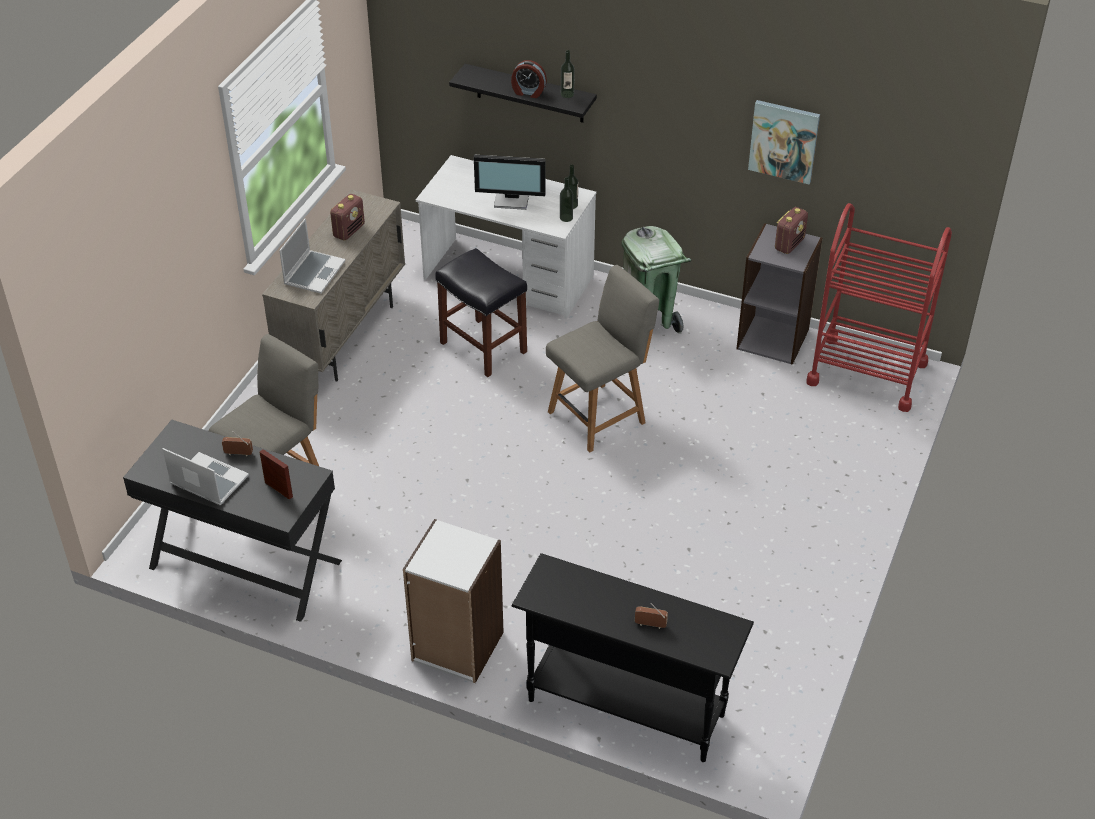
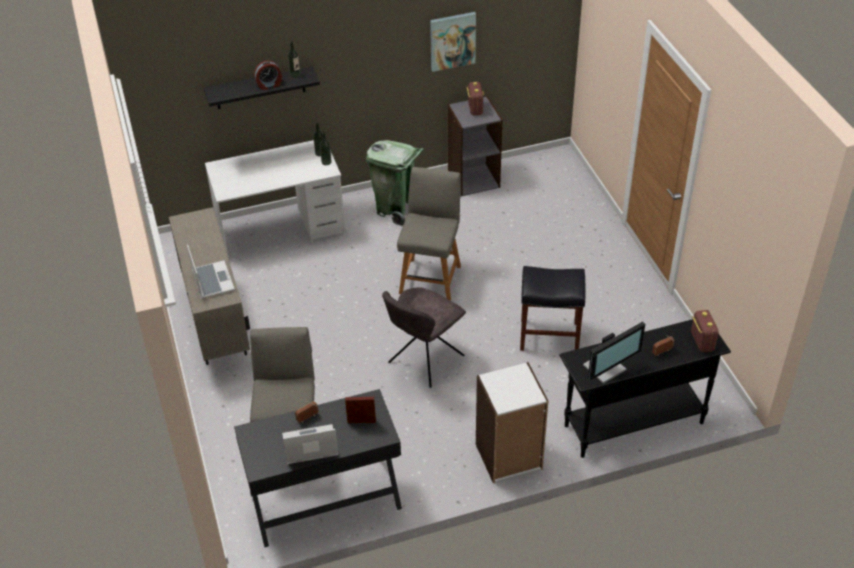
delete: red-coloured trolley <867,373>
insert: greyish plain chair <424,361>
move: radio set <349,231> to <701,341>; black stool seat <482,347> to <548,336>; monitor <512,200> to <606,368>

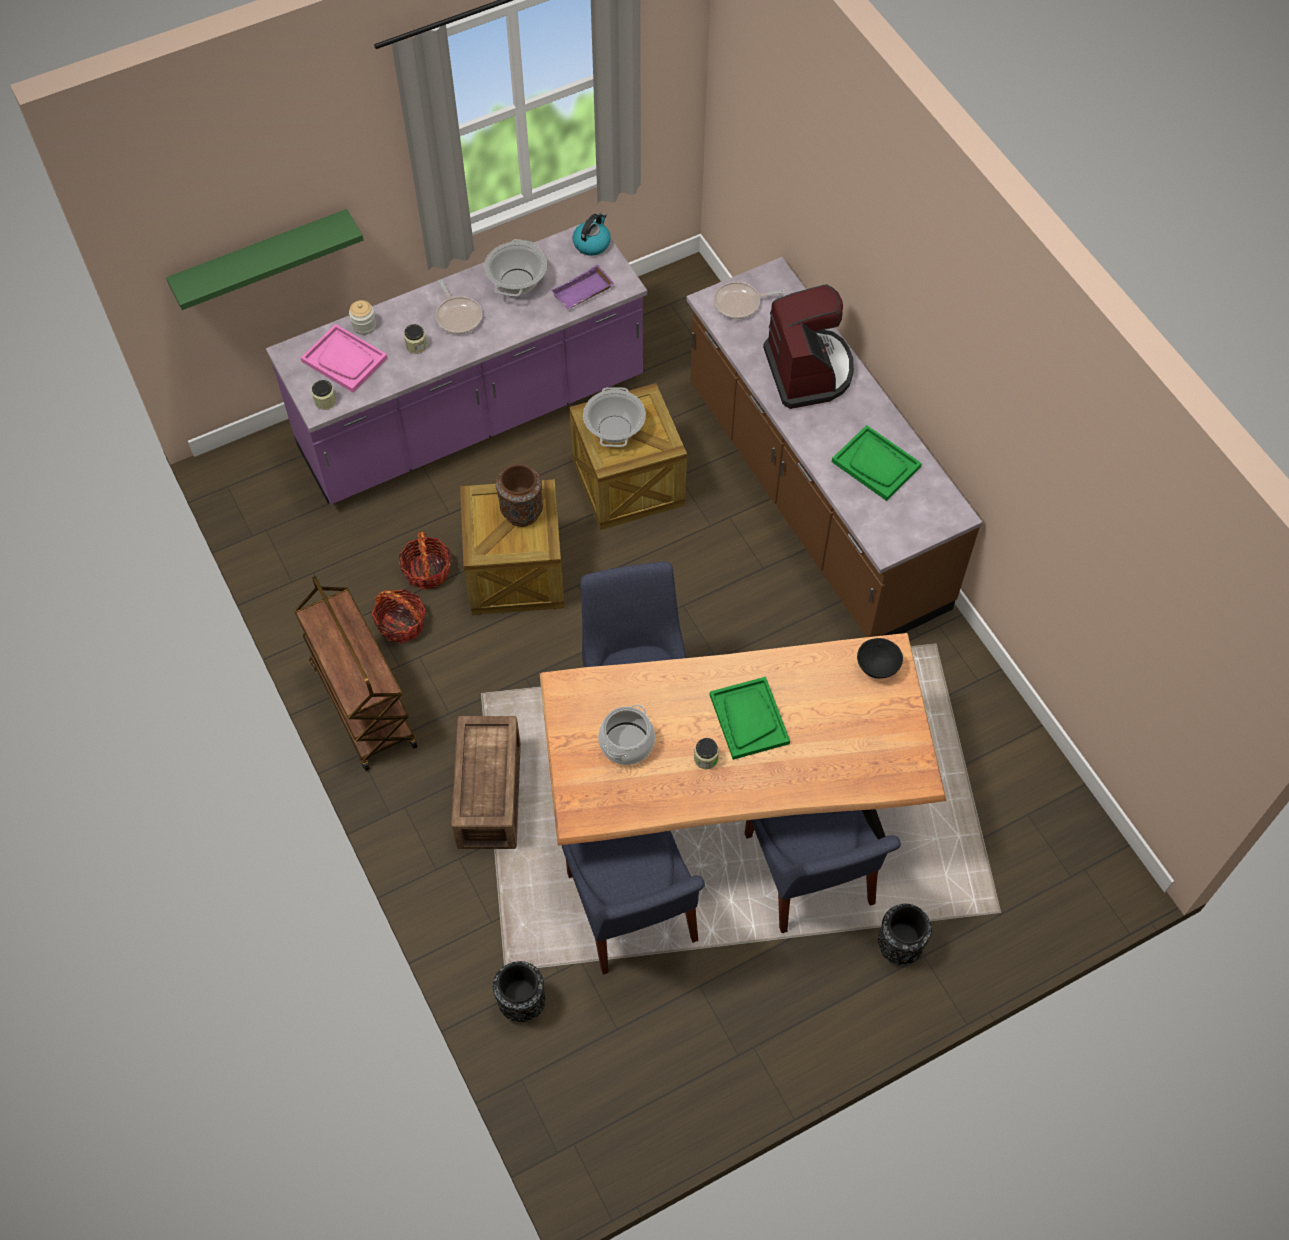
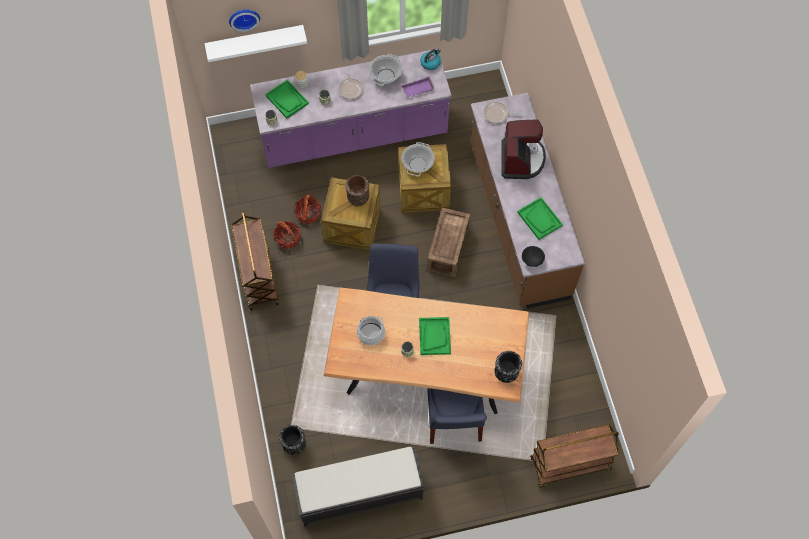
delete: blue-coloured plain chair <633,914>
insert: clock on the wall <244,17>; black indoor bench <358,493>; brown-coloured trolley <569,465>
move: shipping crate <487,796> to <447,249>; black serving bowl <877,666> to <532,260>; black decorative vase <899,945> to <506,372>
recolor: green-coloured bracket shelf <262,258> to white bracket shelf <255,41>; pink-coloured serving tray <345,360> to green-coloured serving tray <287,100>

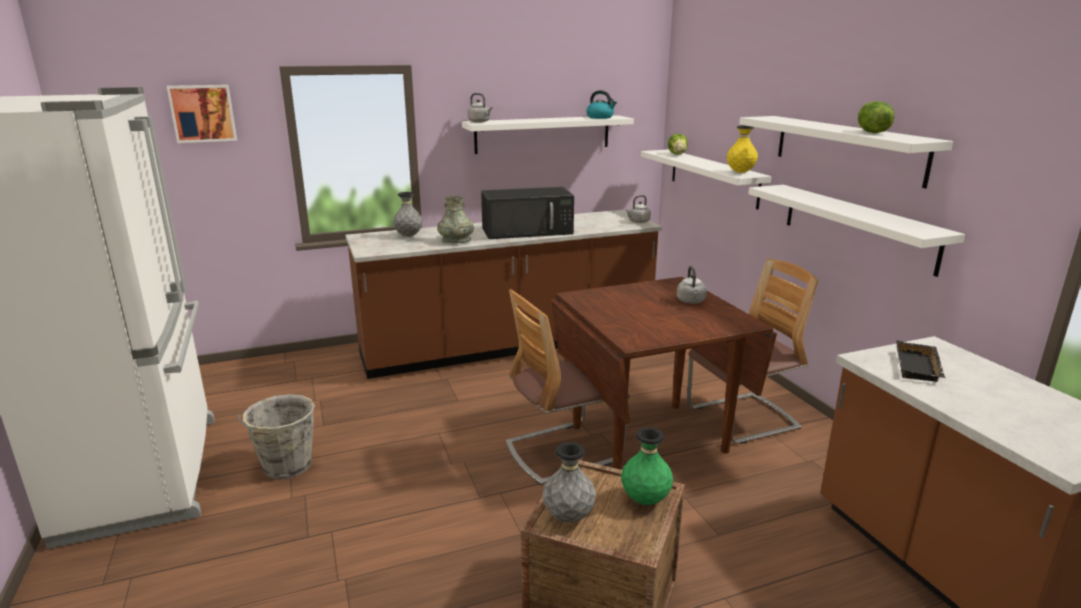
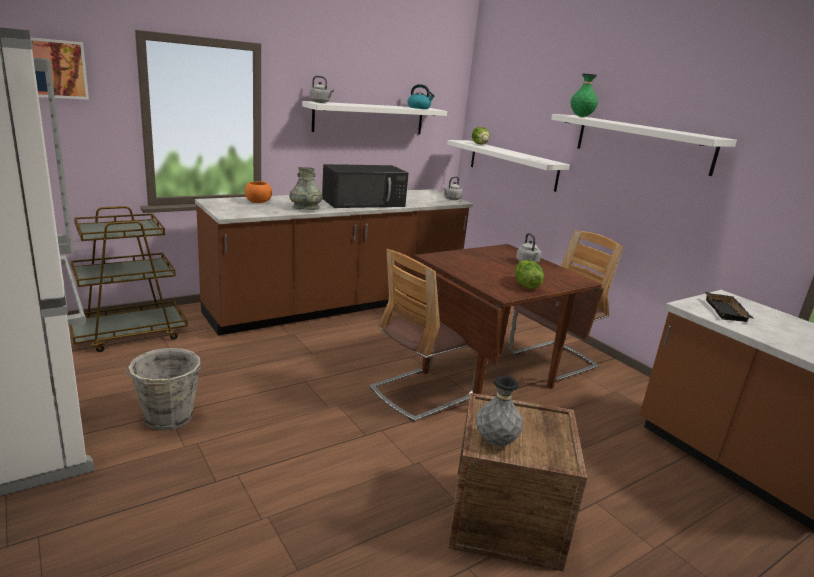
delete: yellow decorative vase <740,172>; white bracket shelf <857,226>
insert: brown-coloured trolley <130,334>
move: green-coloured decorative vase <645,500> to <581,116>; lettuce head <871,132> to <525,285>
replace: greyish decorative vase <408,236> to orange serving bowl <258,202>

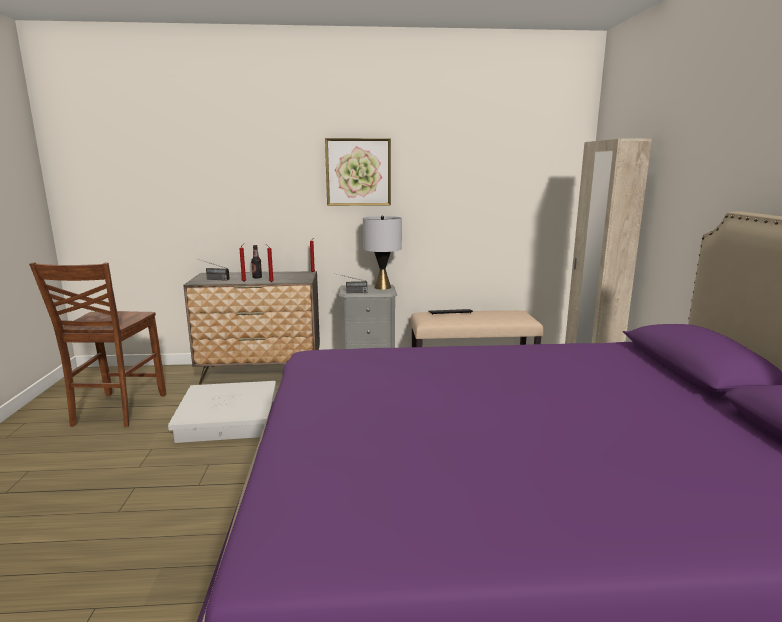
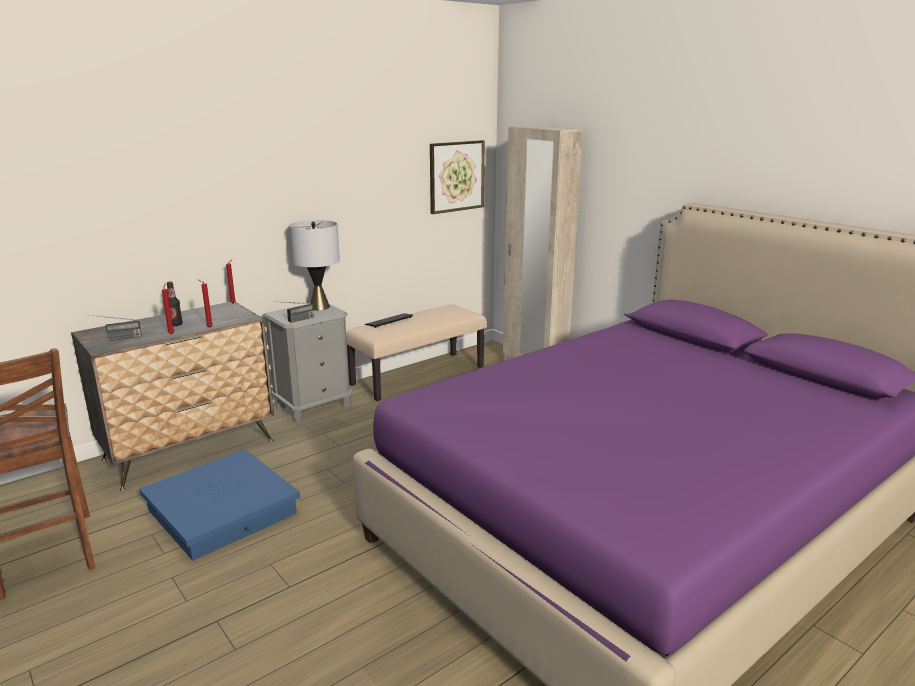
move: wall art <358,172> to <456,176>
recolor: white storage box <229,418> to blue-coloured storage box <223,511>

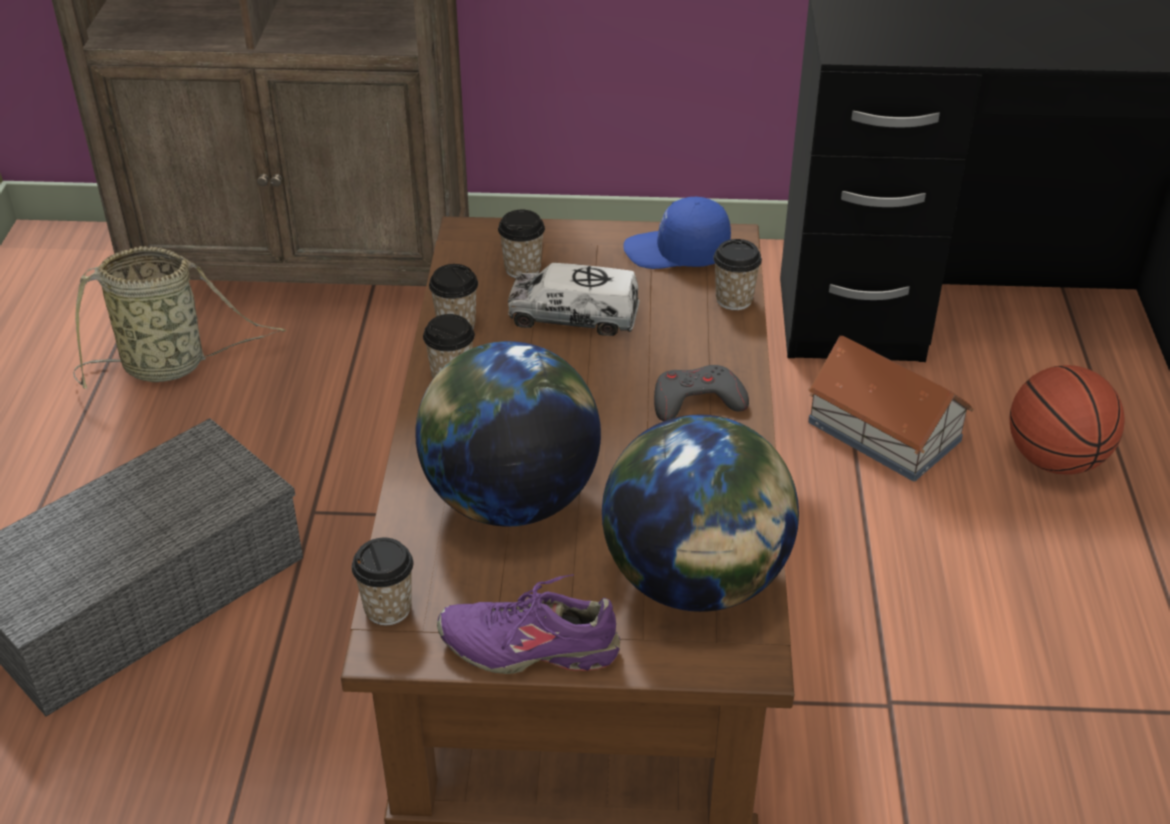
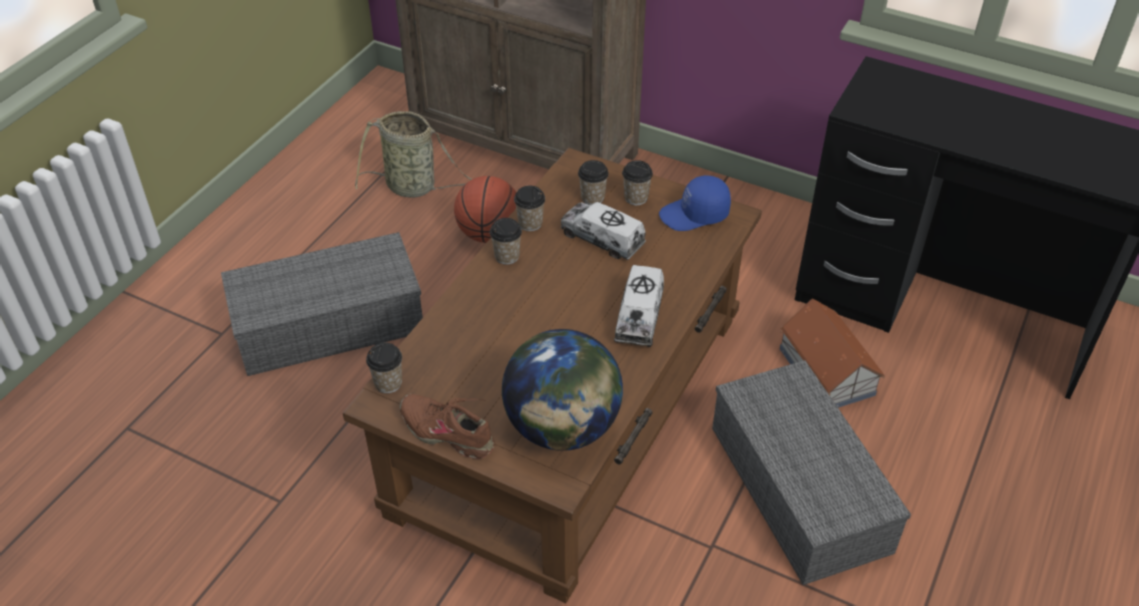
delete: world globe <510,499>
insert: greyish storage box <802,490>
move: cup <734,300> to <636,198>; basketball <1054,460> to <489,234>
replace: greyish joypad <696,400> to toy truck <639,317>
recolor: purple-coloured item of footwear <530,646> to brown-coloured item of footwear <448,432>
rotate: blue-coloured baseball cap <677,253> = <694,215> 45 degrees counterclockwise

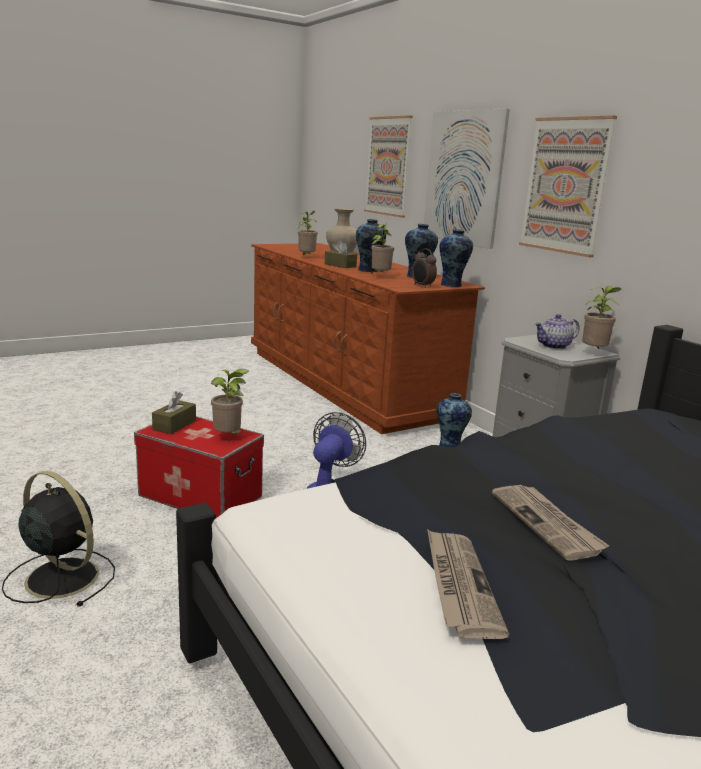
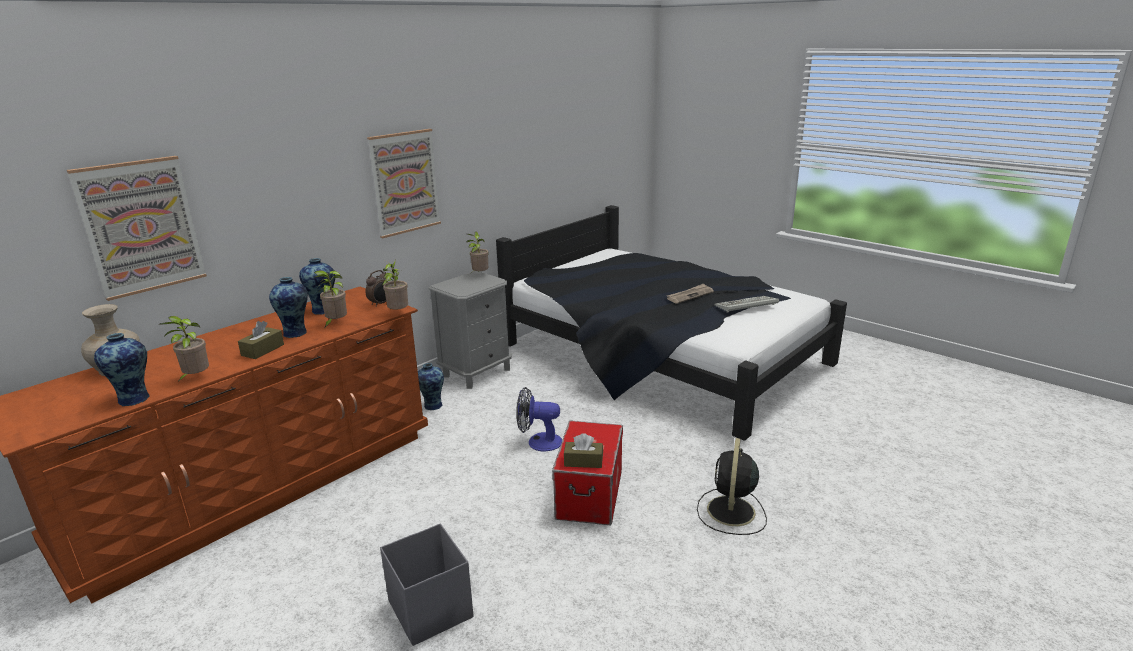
delete: wall art <463,178>; tea pot <554,346>
insert: greyish storage box <430,608>
move: plant in a pot <229,437> to <398,313>; decorative vase <452,285> to <134,398>
replace: printed paper <459,584> to computer keyboard <745,306>

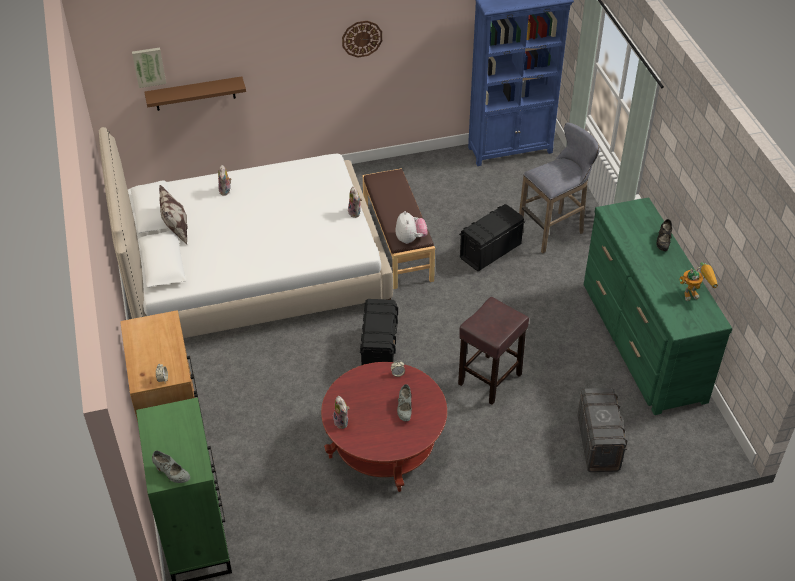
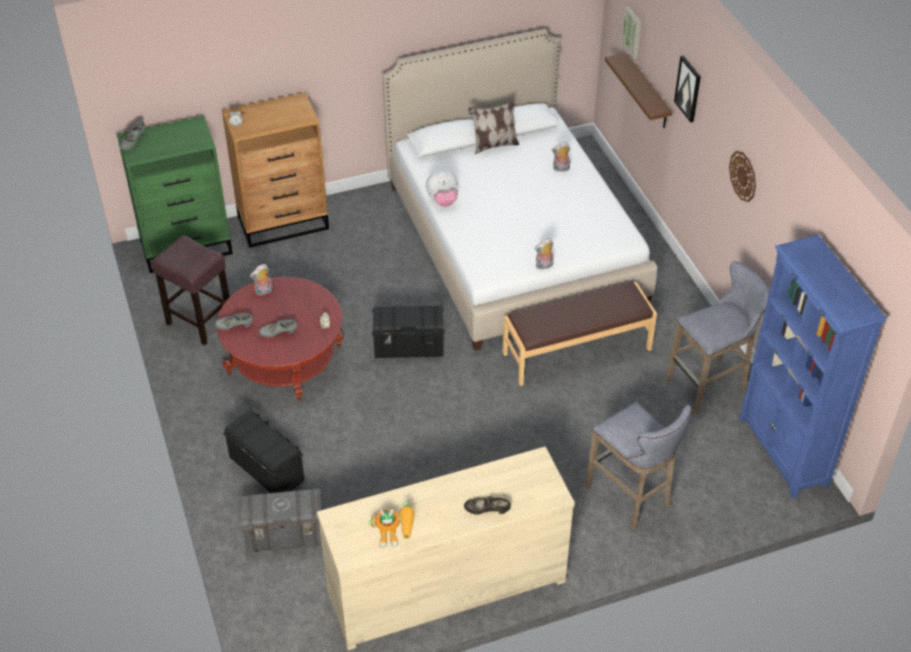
insert: greyish item of footwear <234,327>; greyish stool seat <710,384>; wall art <688,88>
move: cuddly toy <410,239> to <443,201>; brown-coloured stool seat <489,380> to <198,321>; black storage box <490,251> to <267,469>
recolor: green-coloured drawer chest <642,340> to beige-coloured drawer chest <445,585>
rotate: robot figure <695,293> = <396,538> 75 degrees counterclockwise

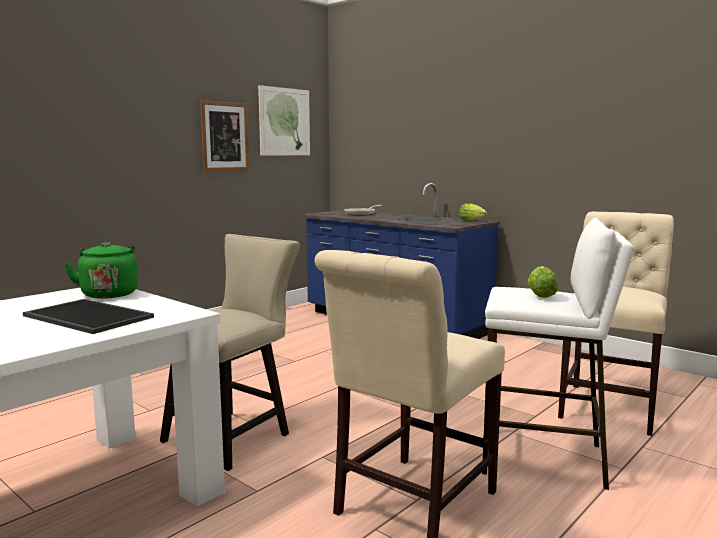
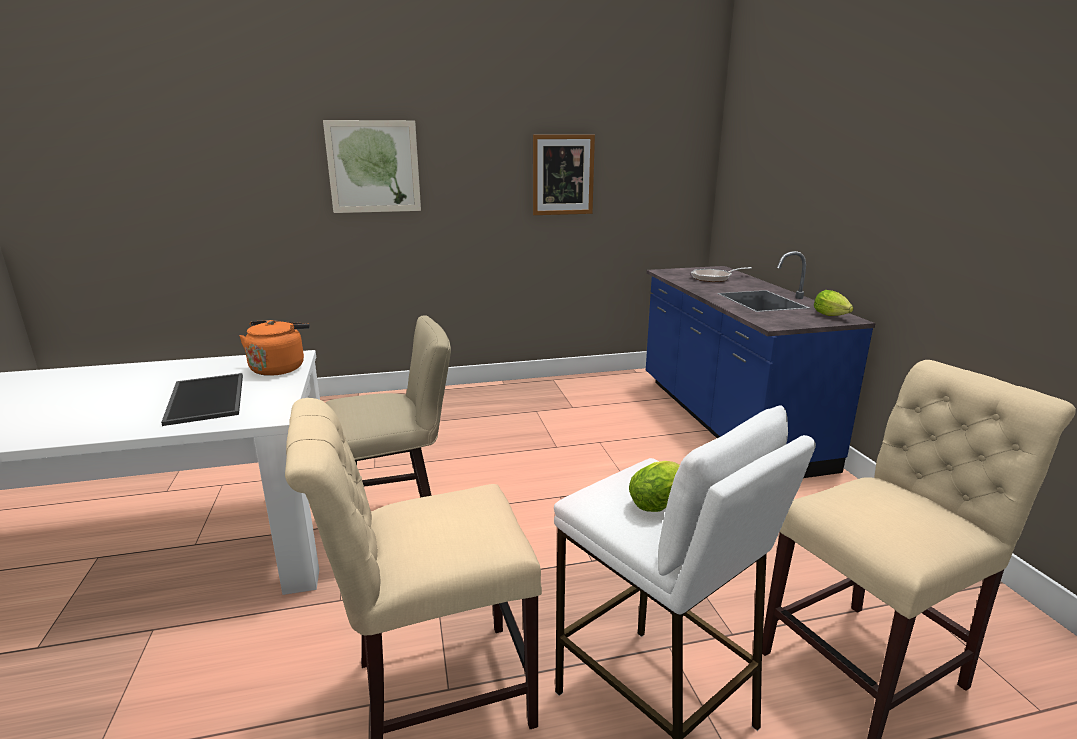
move: wall art <284,122> to <373,167>
recolor: green-coloured kettle <109,294> to orange kettle <279,368>

